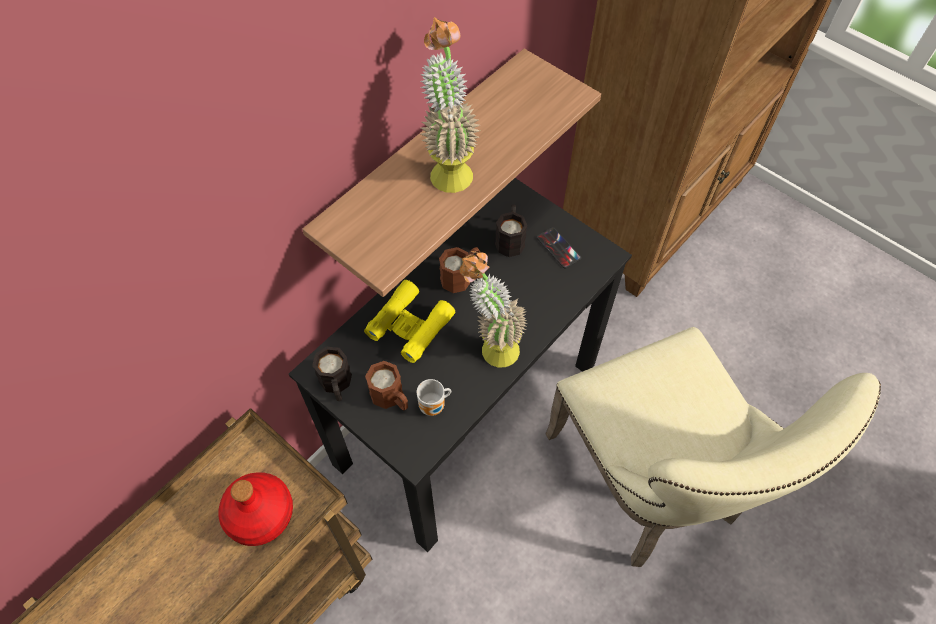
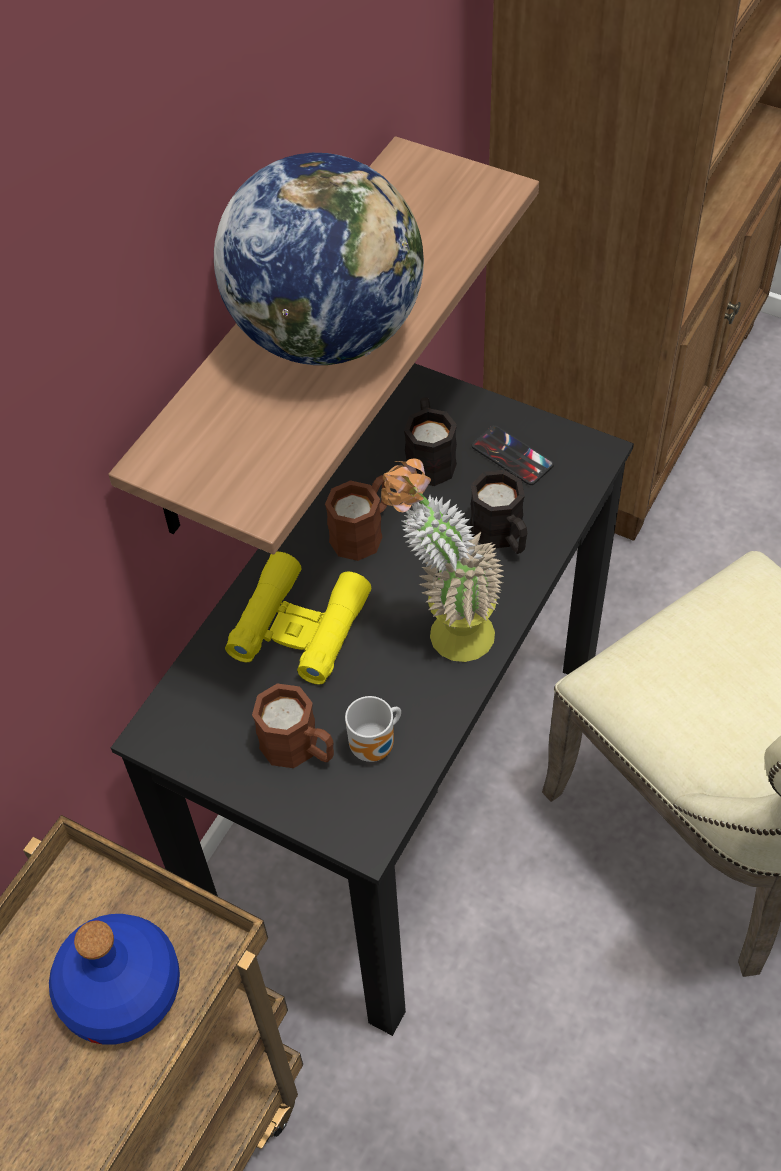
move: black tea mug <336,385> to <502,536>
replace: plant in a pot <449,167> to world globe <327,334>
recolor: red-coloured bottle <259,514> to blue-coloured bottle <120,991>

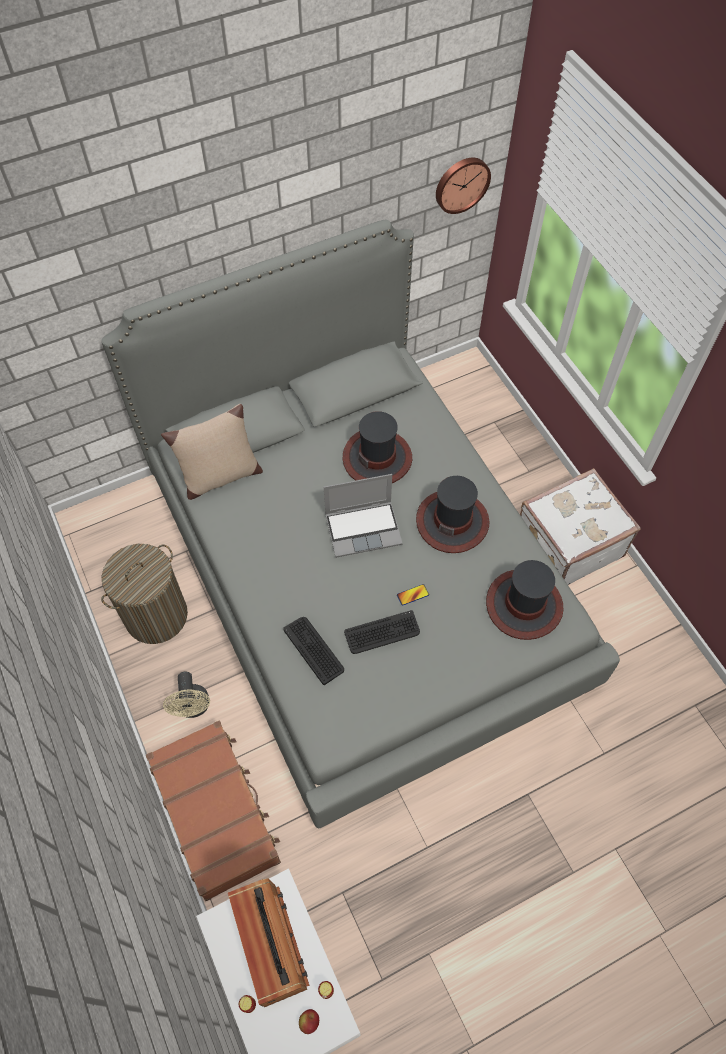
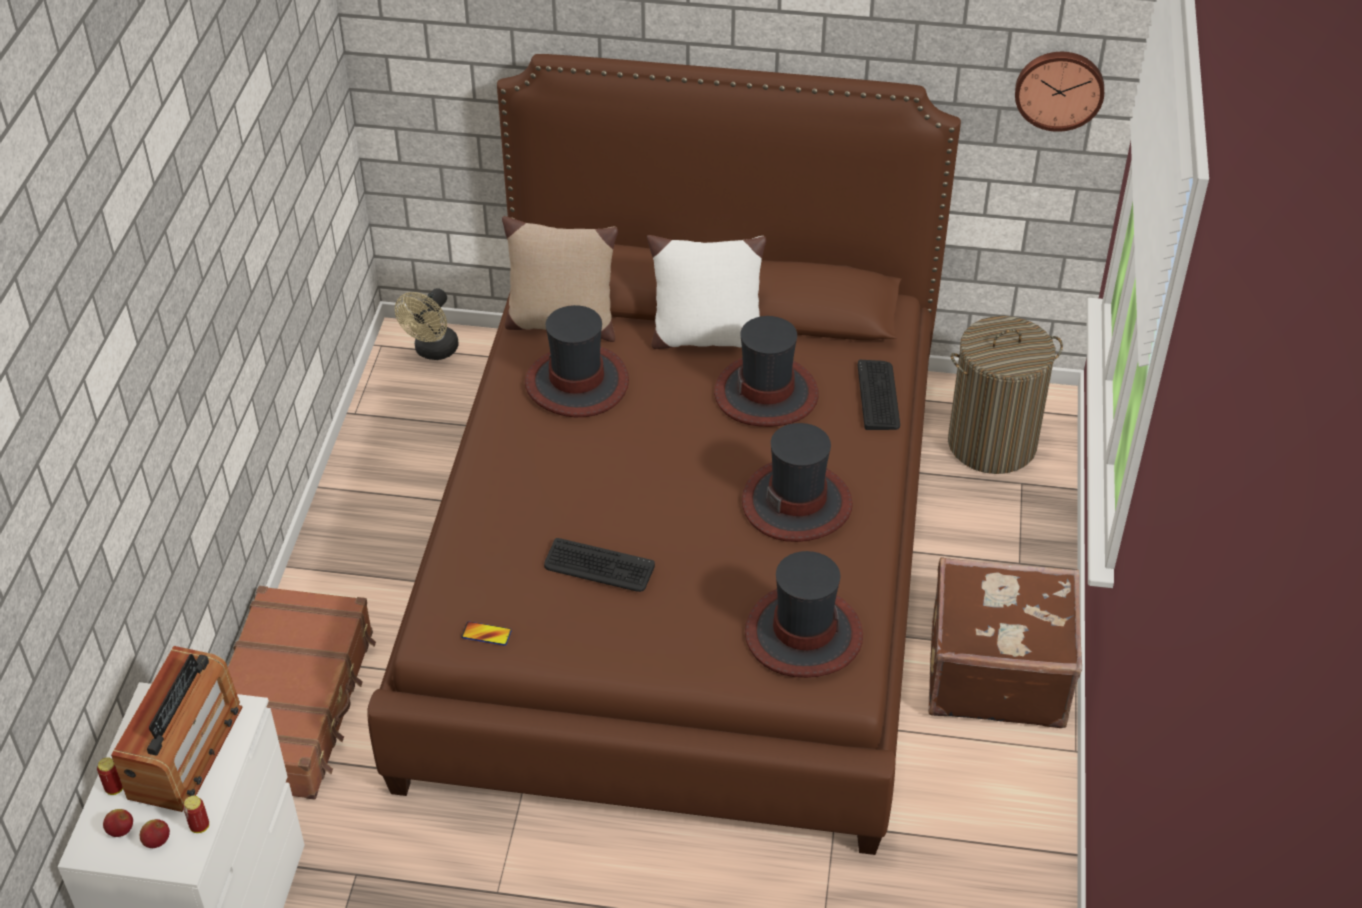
delete: notebook computer <364,528>
insert: apple fruit <121,831>; hat <577,383>; white cushion <706,338>
move: laundry basket <156,615> to <992,443>; beige-coloured cooling fan <193,708> to <433,351>; computer keyboard <314,650> to <878,396>; phone <412,595> to <486,634>
recolor: greyish bed <361,578> to brown-coloured bed <679,566>; white piece of luggage <567,543> to brown-coloured piece of luggage <995,672>

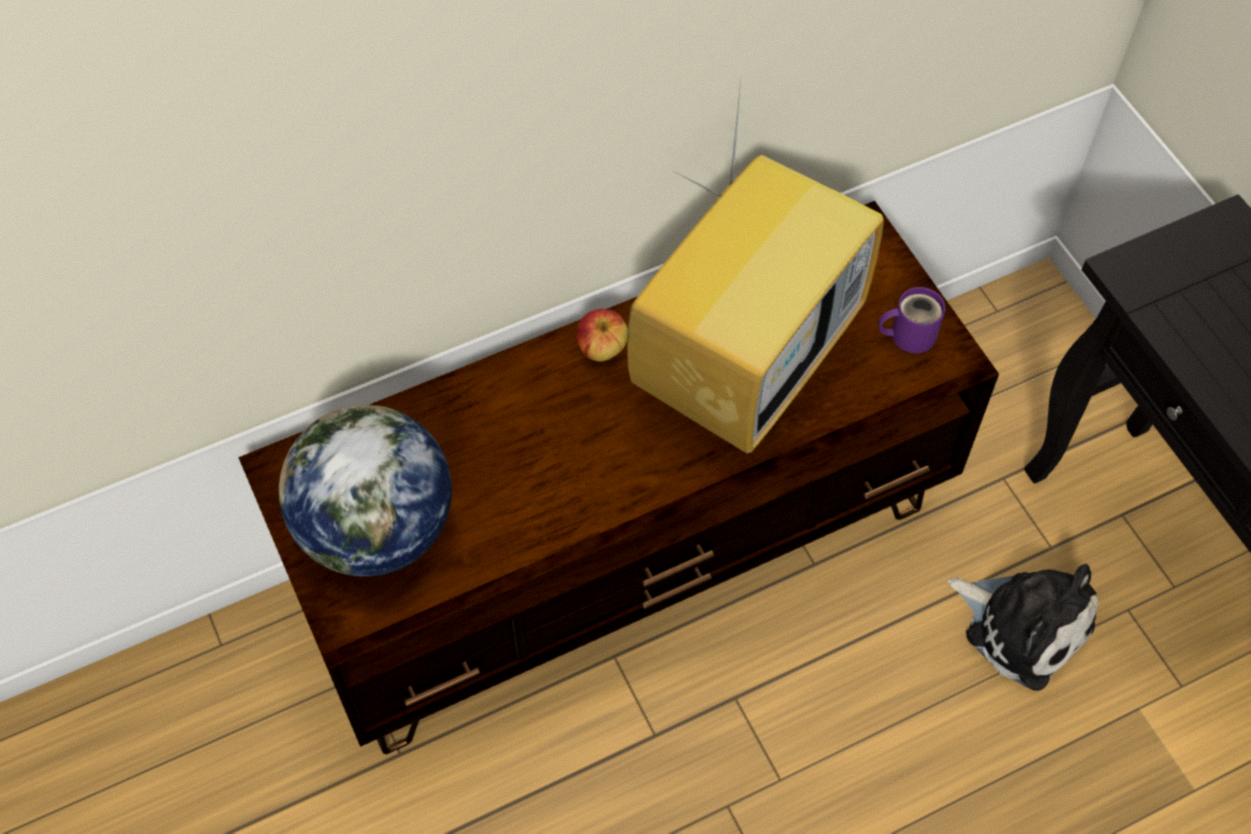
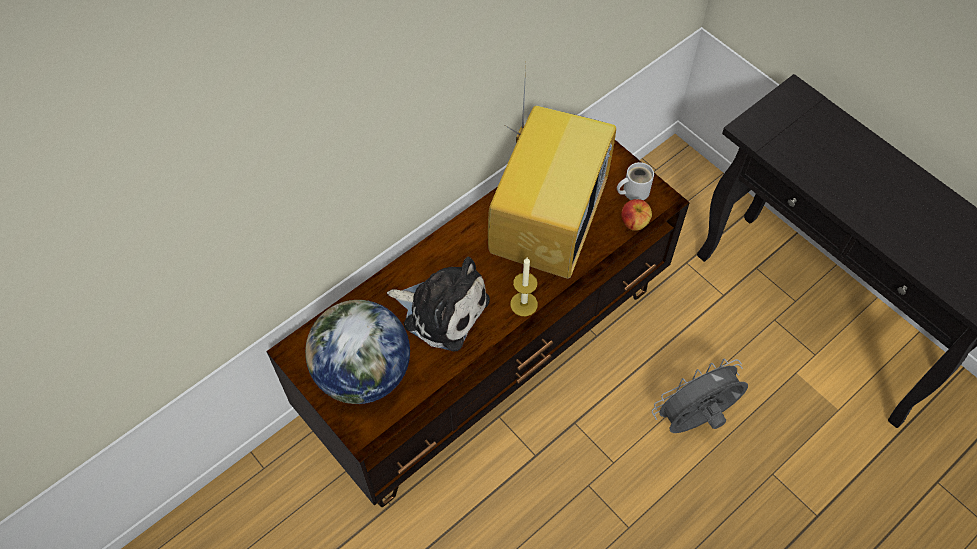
insert: wax light <524,304>; greyish cooling fan <694,420>
move: apple fruit <602,348> to <634,223>; cuddly toy <1022,624> to <442,310>
recolor: purple-coloured tea mug <908,333> to white tea mug <633,191>

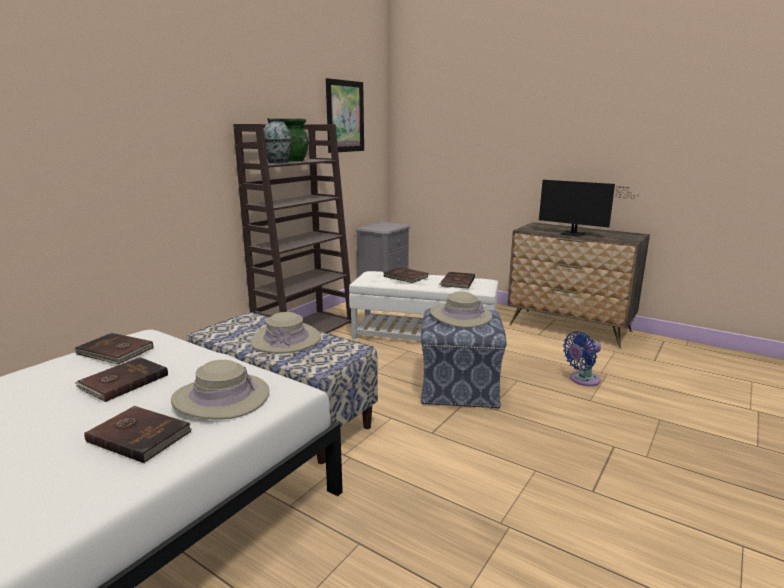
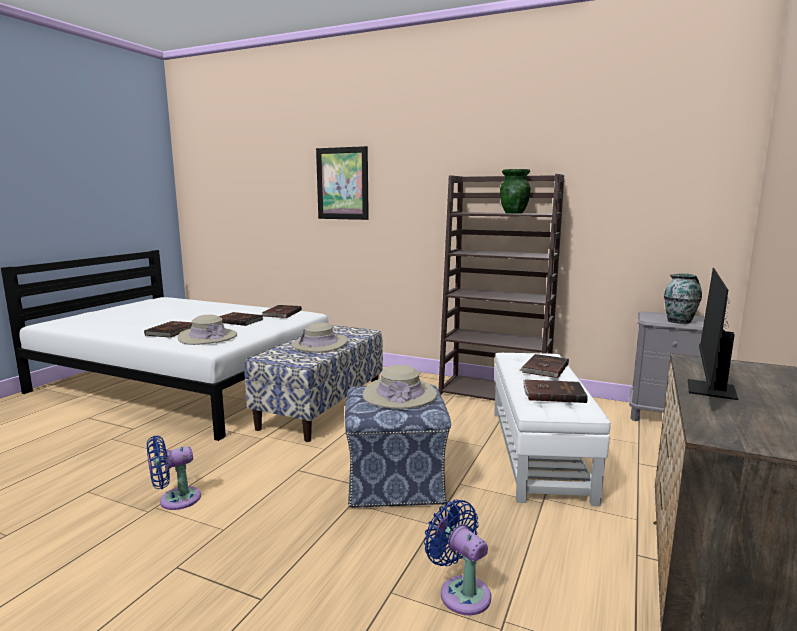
insert: blue-coloured cooling fan <175,500>
move: decorative vase <278,163> to <679,321>; wall art <345,116> to <342,183>

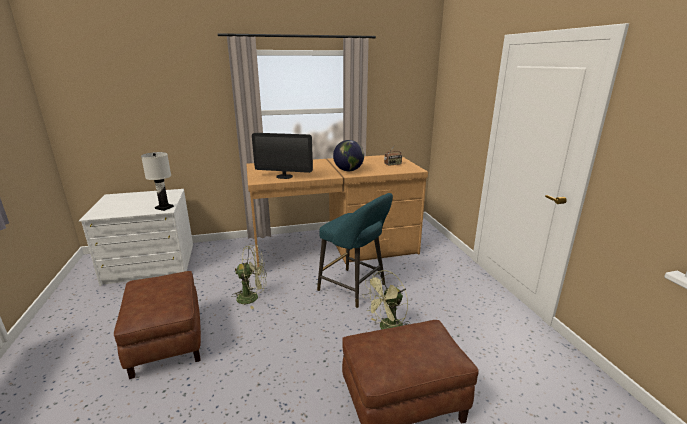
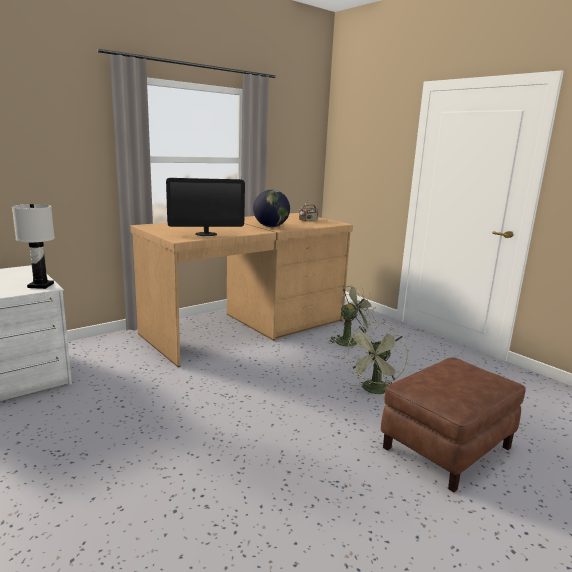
delete: brown-coloured footrest <166,341>; blue-green stool seat <355,289>
move: green-coloured cooling fan <252,297> to <350,341>

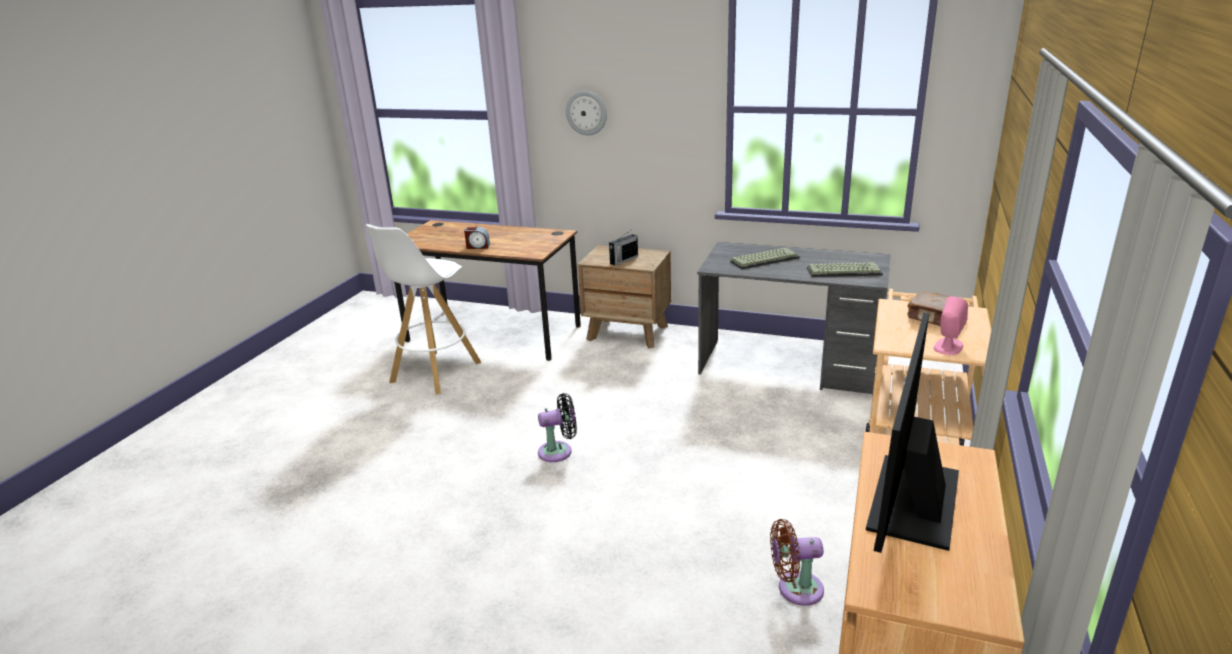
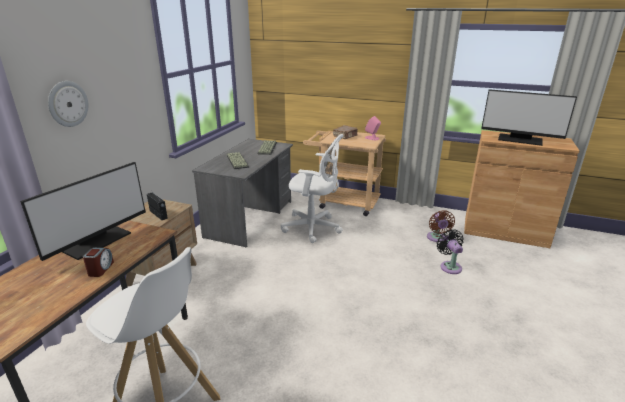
insert: monitor <96,241>; white desk chair <314,228>
move: black cooling fan <559,451> to <449,266>

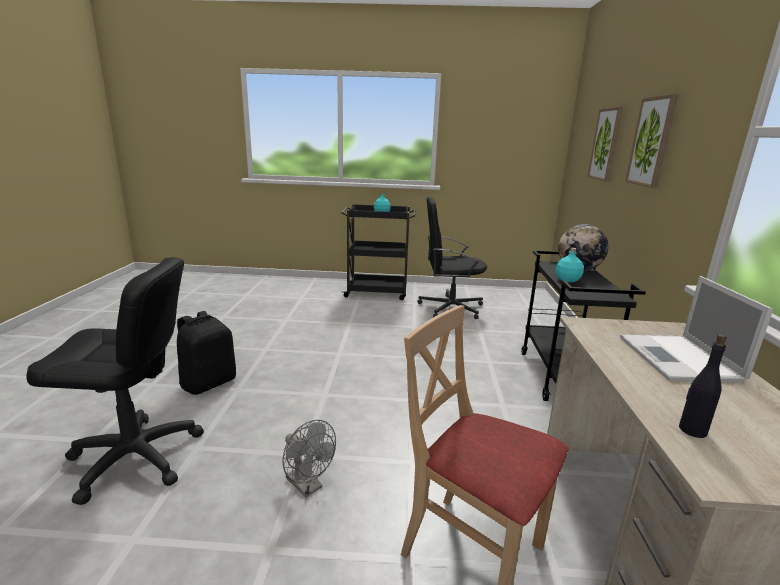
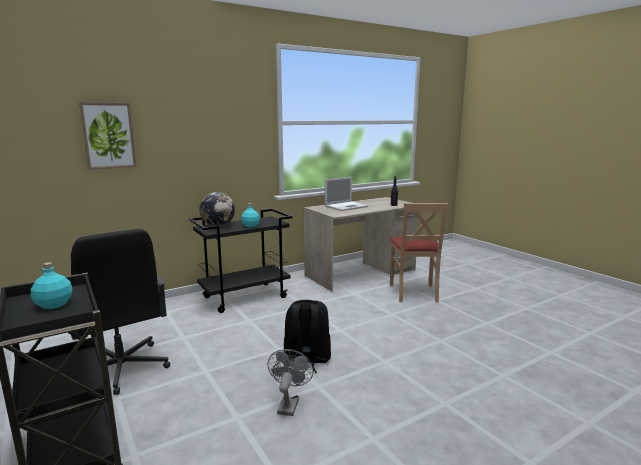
delete: black desk chair <135,458>; wall art <651,142>
move: black backpack <208,383> to <306,359>; greyish cooling fan <308,486> to <289,404>

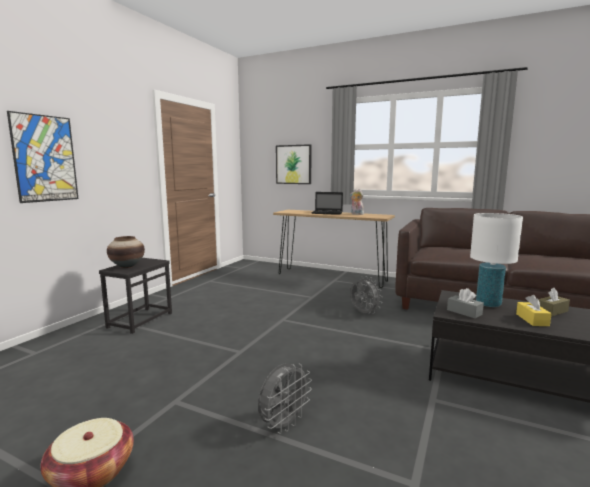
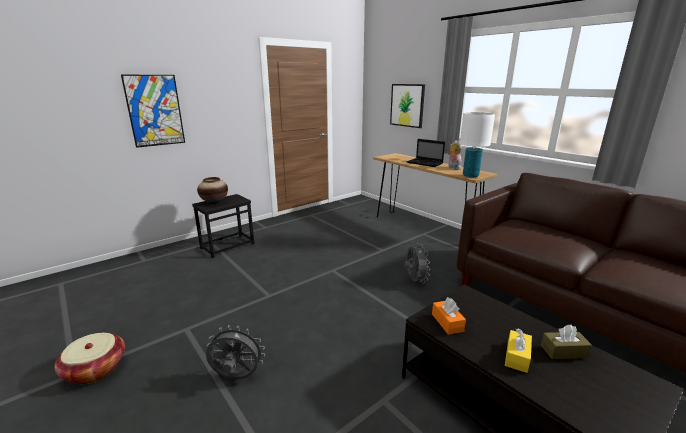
move: white table lamp <488,304> to <470,175>
recolor: greyish box of tissues <464,312> to orange box of tissues <447,322>
rotate: greyish cooling fan <283,424> = <236,377> 150 degrees counterclockwise

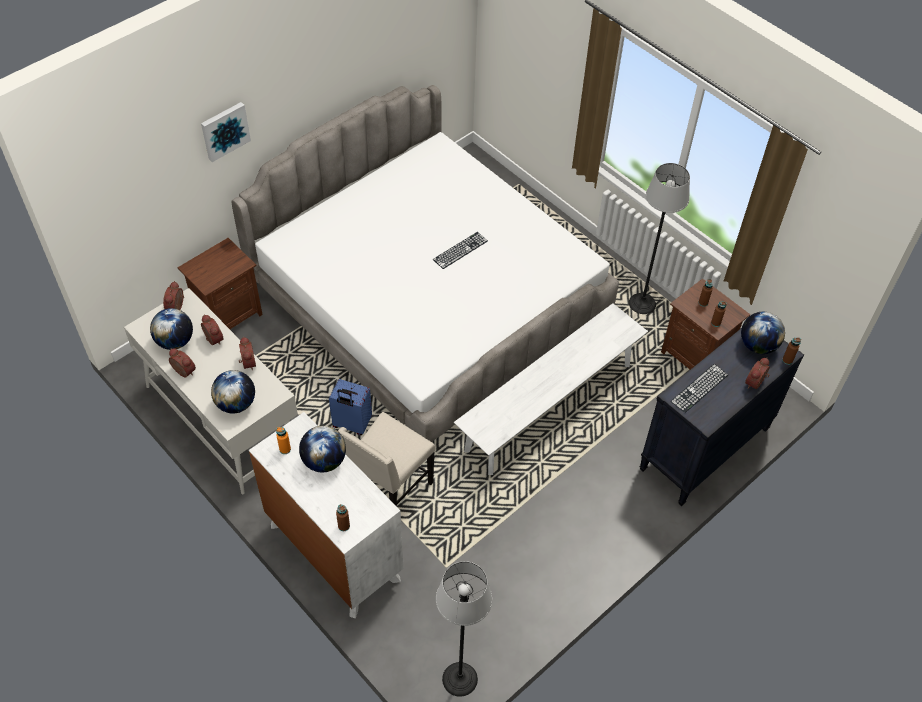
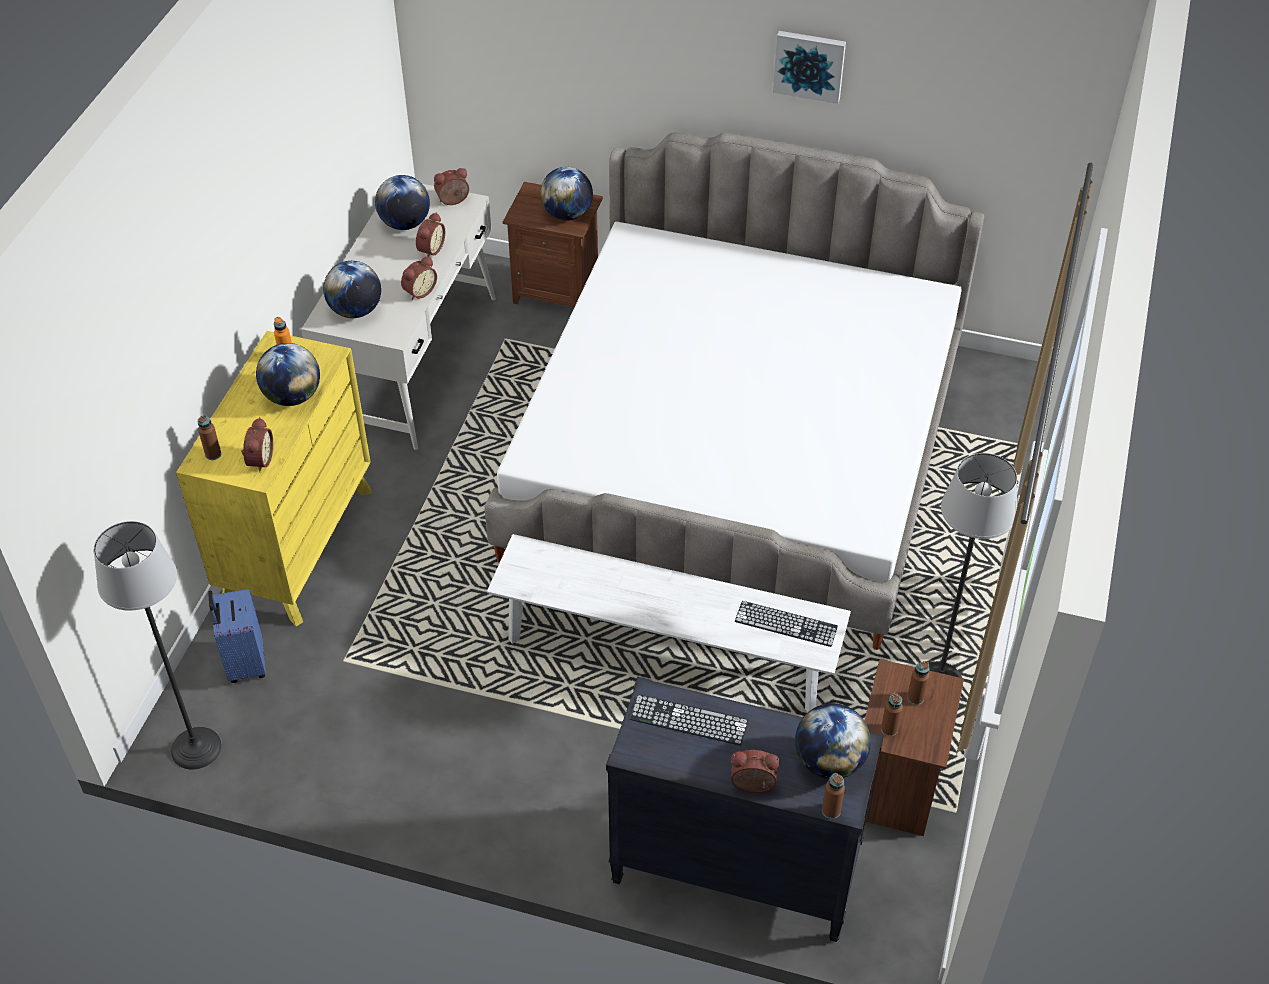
delete: beige-coloured plain chair <389,490>
insert: world globe <567,214>
move: bedside clock <183,372> to <259,460>; wall art <224,130> to <809,65>; blue-coloured piece of luggage <351,424> to <245,663>; computer keyboard <460,250> to <786,624>
recolor: white drawer chest <334,552> to yellow drawer chest <298,545>

